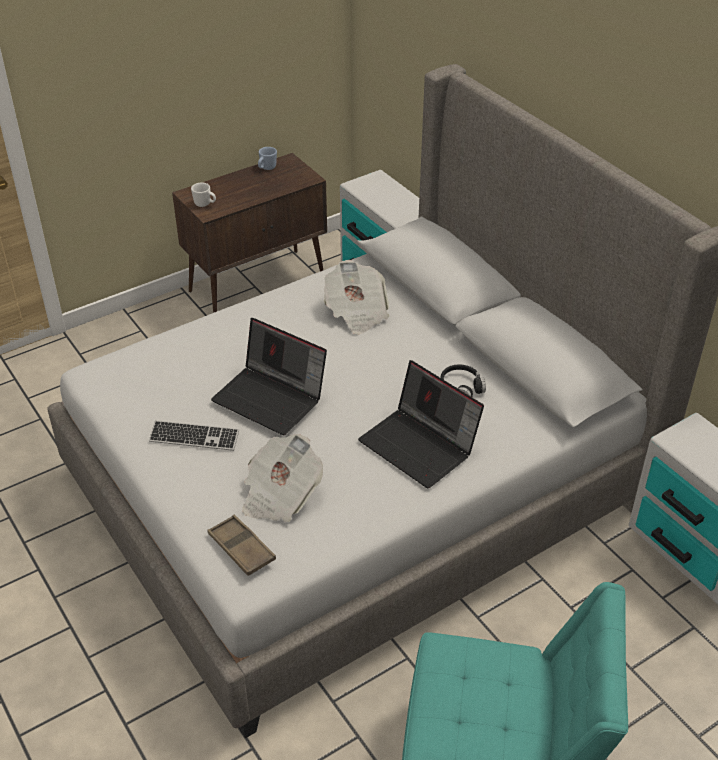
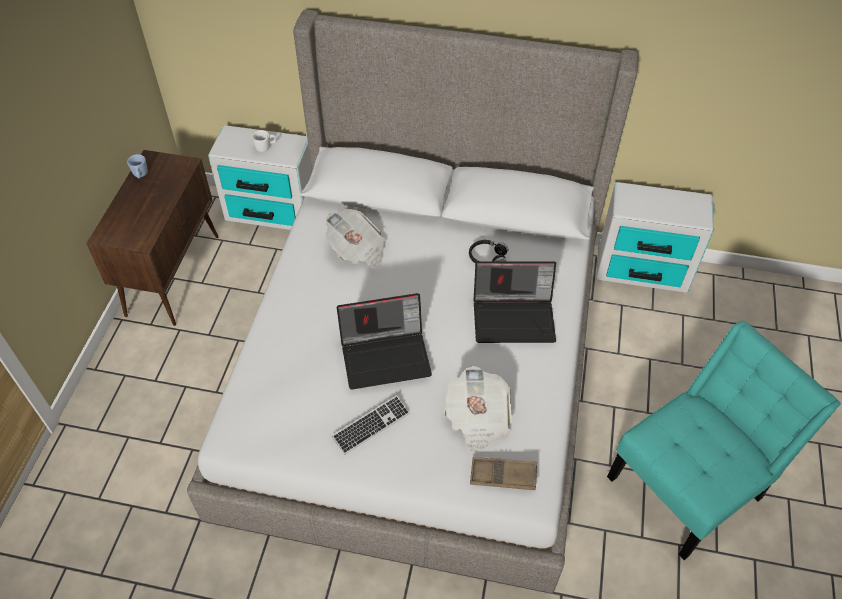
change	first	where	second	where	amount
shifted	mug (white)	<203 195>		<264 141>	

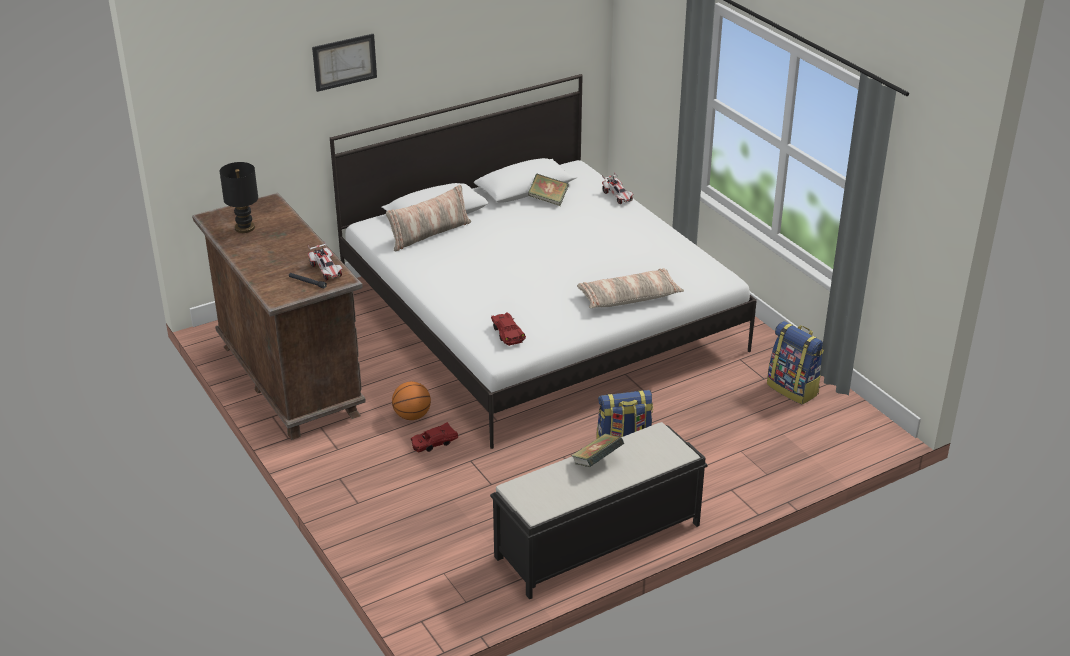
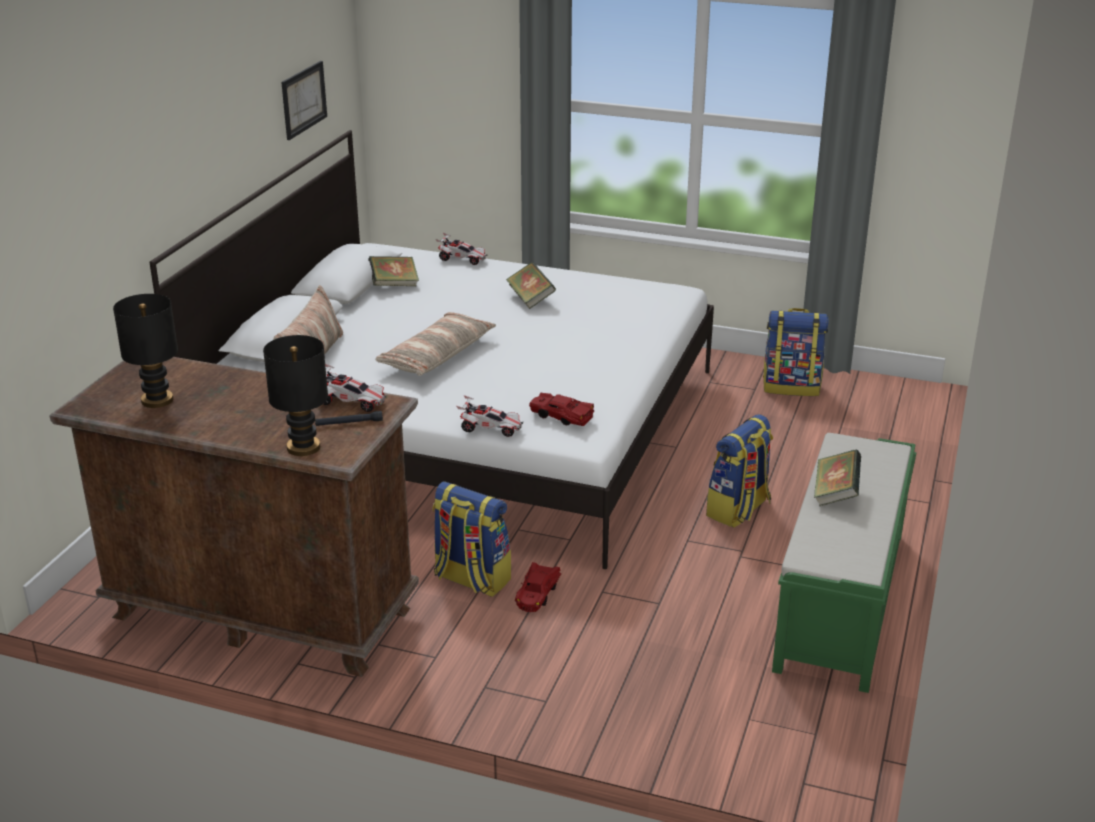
change	first	where	second	where	amount
new			table lamp (black)	<295 395>	
new			toy car	<490 416>	
new			book	<531 285>	
shifted	picture	<344 63>		<304 100>	
shifted	pillow	<630 288>		<436 344>	
swapped	basketball	<411 401>	backpack	<472 539>	
repainted	bench (black)	<598 510>	bench (green)	<844 563>	

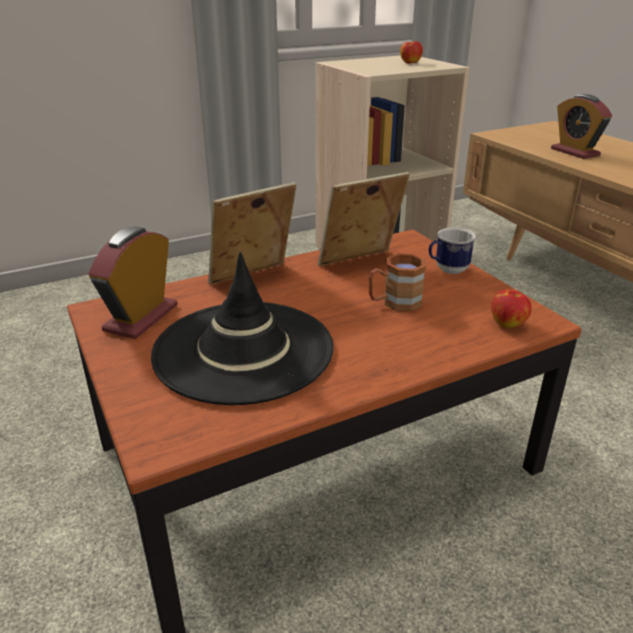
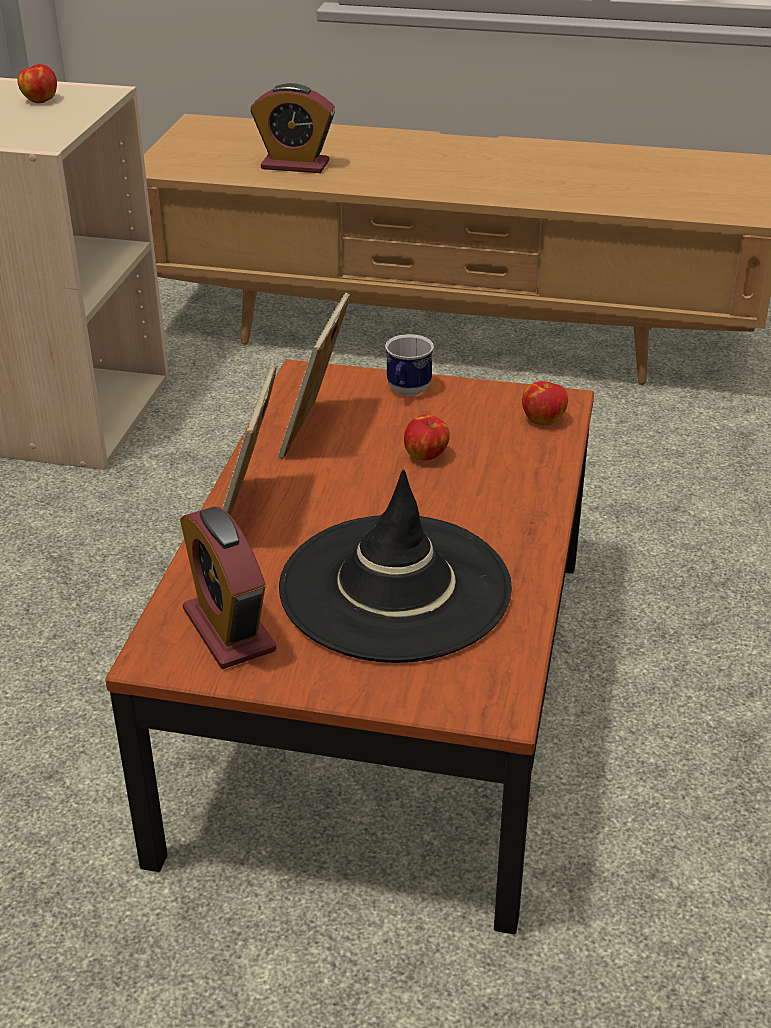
change	first	where	second	where	amount
swapped	mug (brown)	<397 282>	apple	<427 437>	

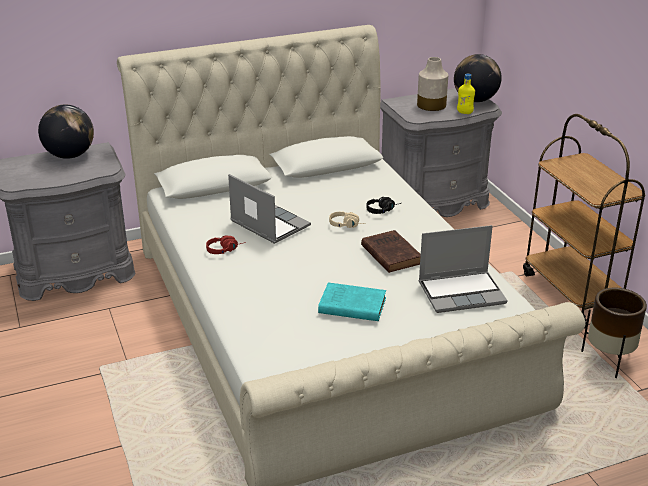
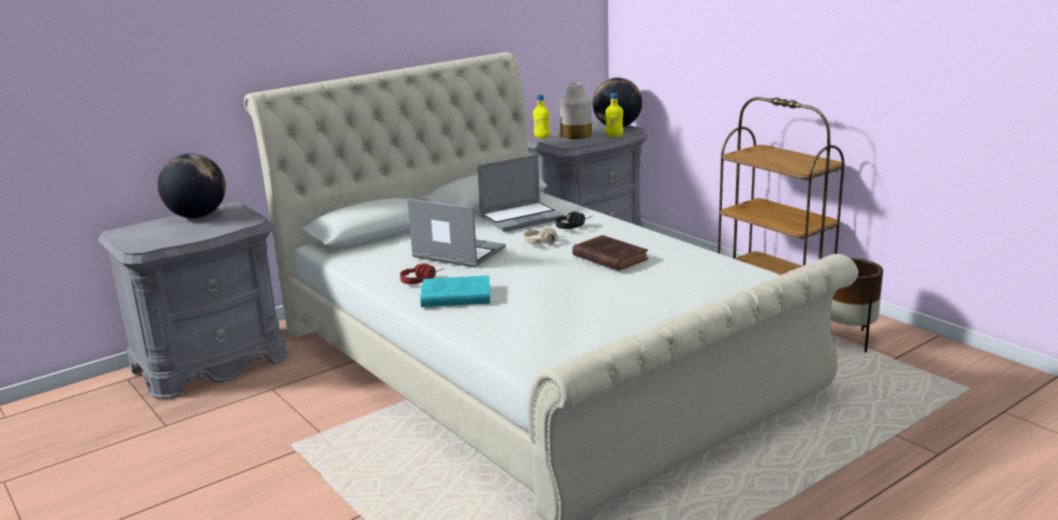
change	first	where	second	where	amount
new			bottle (yellow)	<541 116>	
shifted	book (turquoise)	<352 301>		<455 291>	
shifted	laptop	<463 269>		<520 193>	

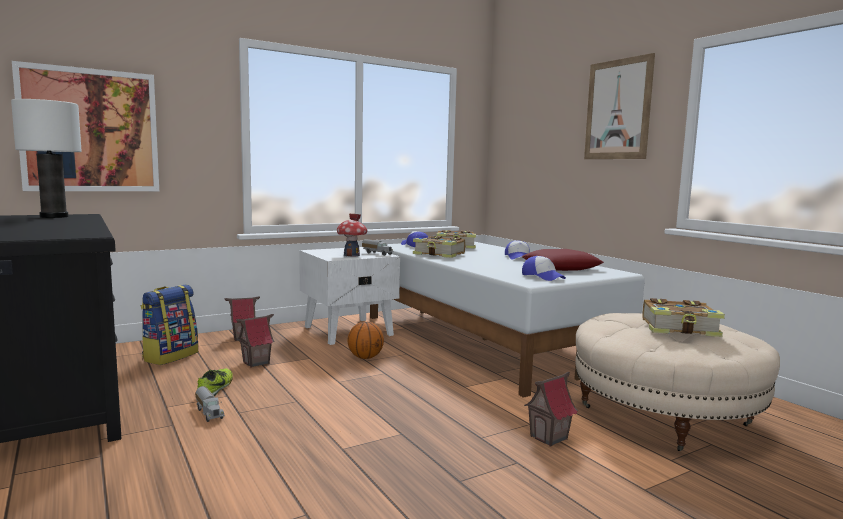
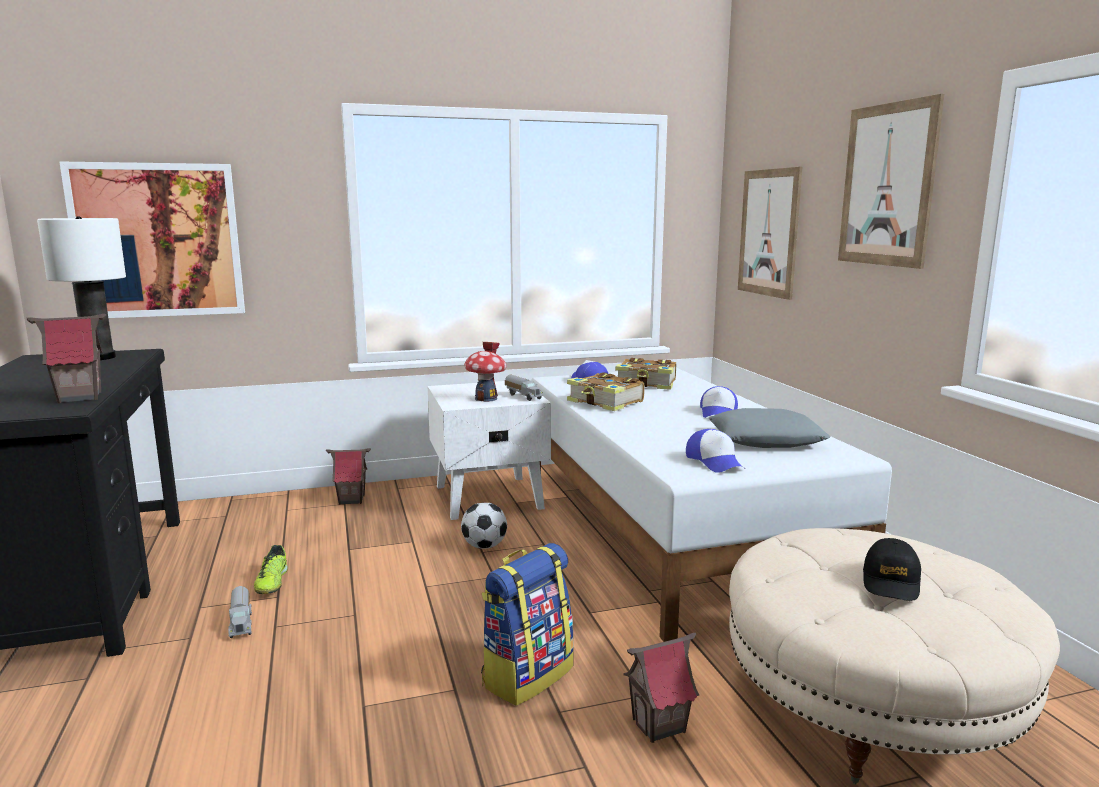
change	first	where	second	where	amount
new			picture	<770 233>	
shifted	backpack	<169 324>		<527 624>	
shifted	toy house	<255 340>		<67 358>	
swapped	basketball	<366 340>	football	<484 526>	
swapped	book	<683 317>	cap (black)	<892 569>	
repainted	pillow (red)	<562 260>	pillow (grey)	<769 428>	
rotated	shoe	<215 382>		<271 569>	150 degrees clockwise

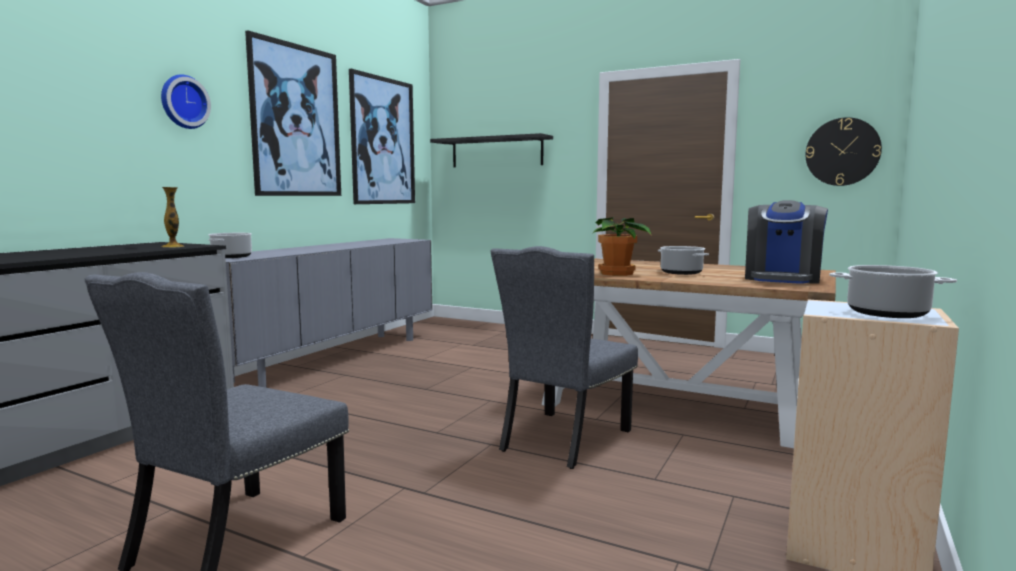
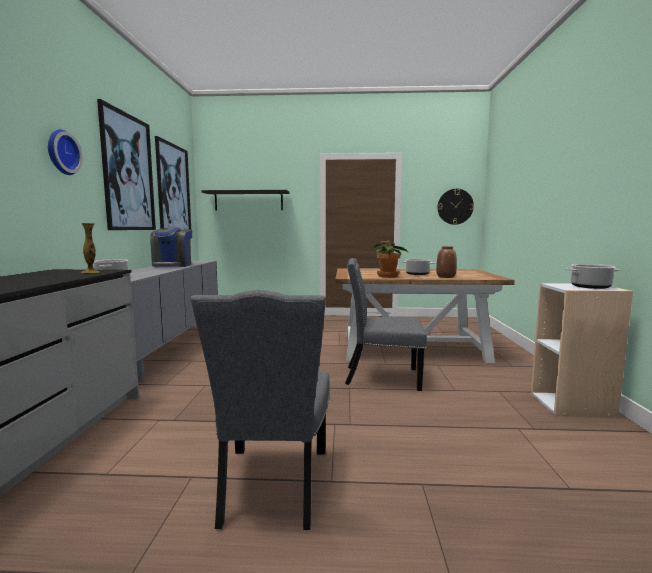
change	first	where	second	where	amount
new			vase (brown)	<446 262>	
shifted	coffee machine	<786 242>		<171 247>	
rotated	chair (grey)	<564 357>		<386 324>	90 degrees clockwise

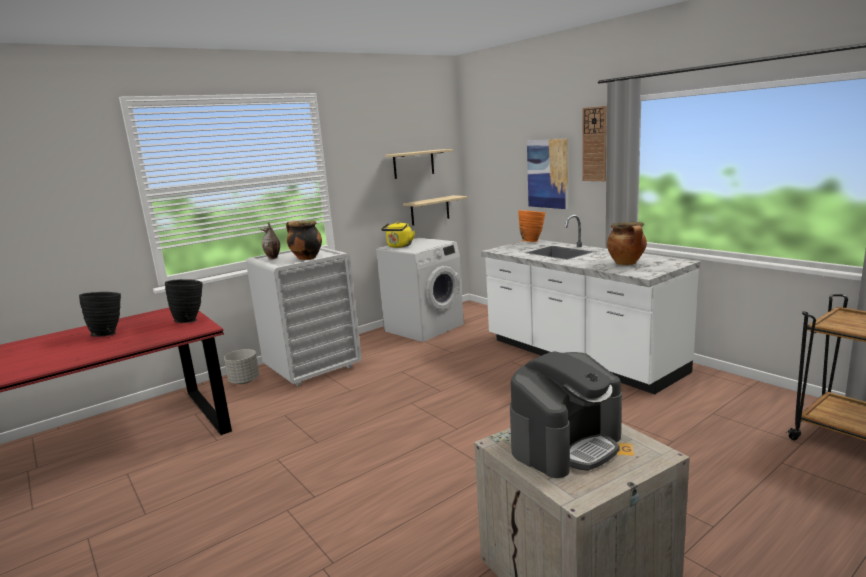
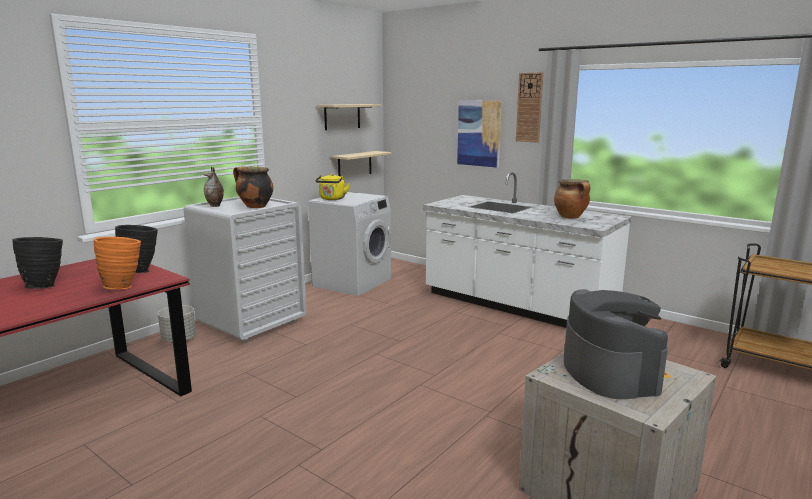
change	first	where	second	where	amount
shifted	vase (orange)	<532 226>		<117 263>	
rotated	coffee machine	<566 414>		<616 344>	45 degrees counterclockwise

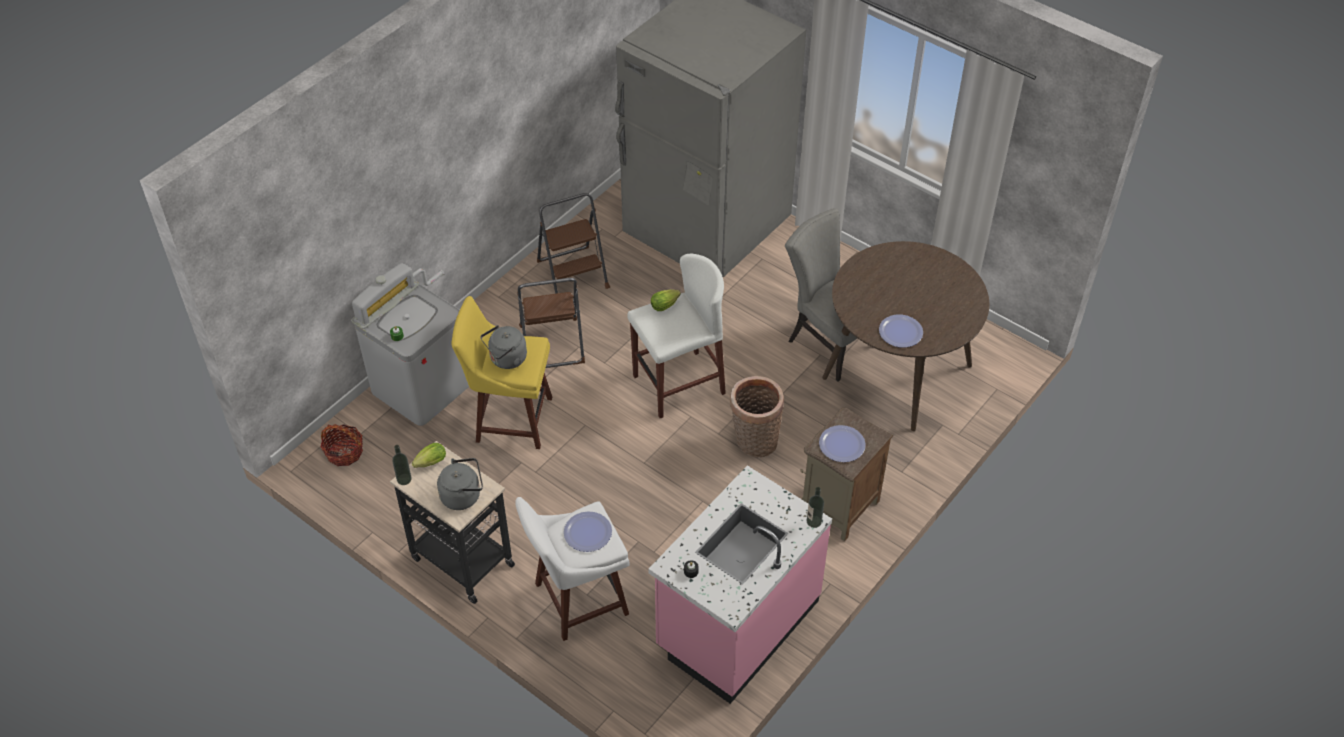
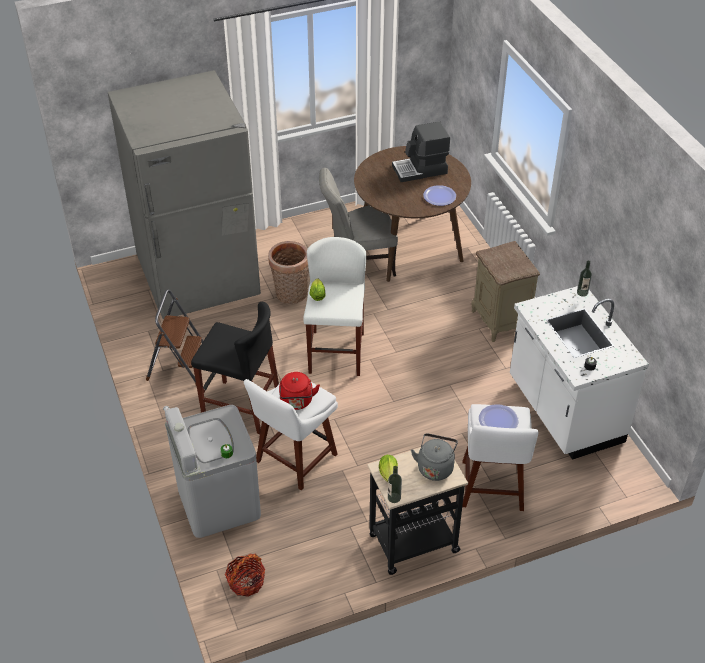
change	first	where	second	where	amount
gone	plate	<842 443>			
new			coffee machine	<421 151>	
shifted	basket	<757 416>		<288 272>	
swapped	step ladder (brown)	<551 323>	stool (black)	<235 368>	
repainted	stool (yellow)	<501 372>	stool (white)	<291 435>	
repainted	kettle (grey)	<504 347>	kettle (red)	<299 391>	
repainted	counter (pink)	<740 585>	counter (white)	<579 373>	

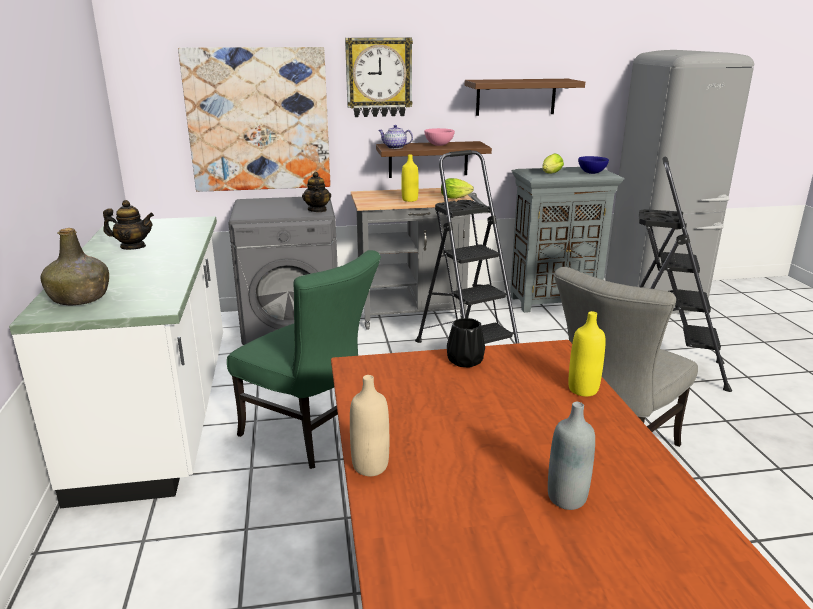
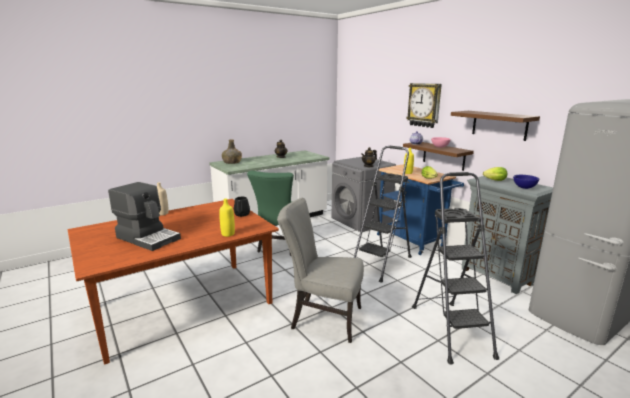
change	first	where	second	where	amount
gone	picture	<254 119>			
swapped	bottle (grey)	<571 456>	coffee machine	<144 216>	
repainted	cart (grey)	<421 259>	cart (blue)	<420 209>	

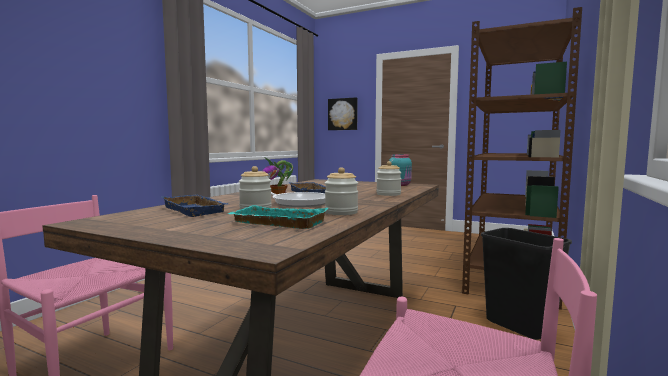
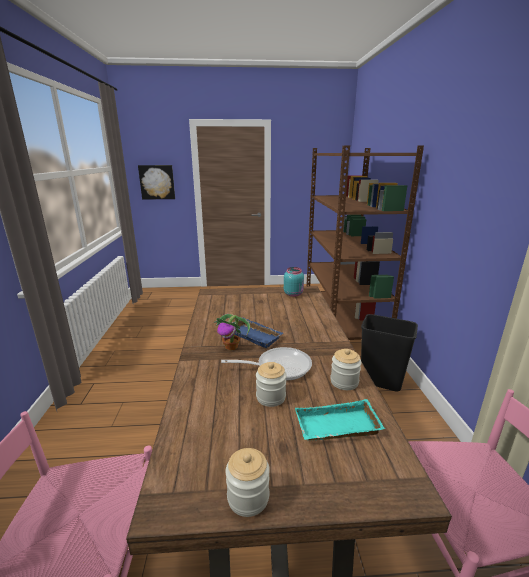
change	first	where	second	where	amount
gone	tray (blue)	<194 205>			
shifted	jar	<389 178>		<248 482>	

